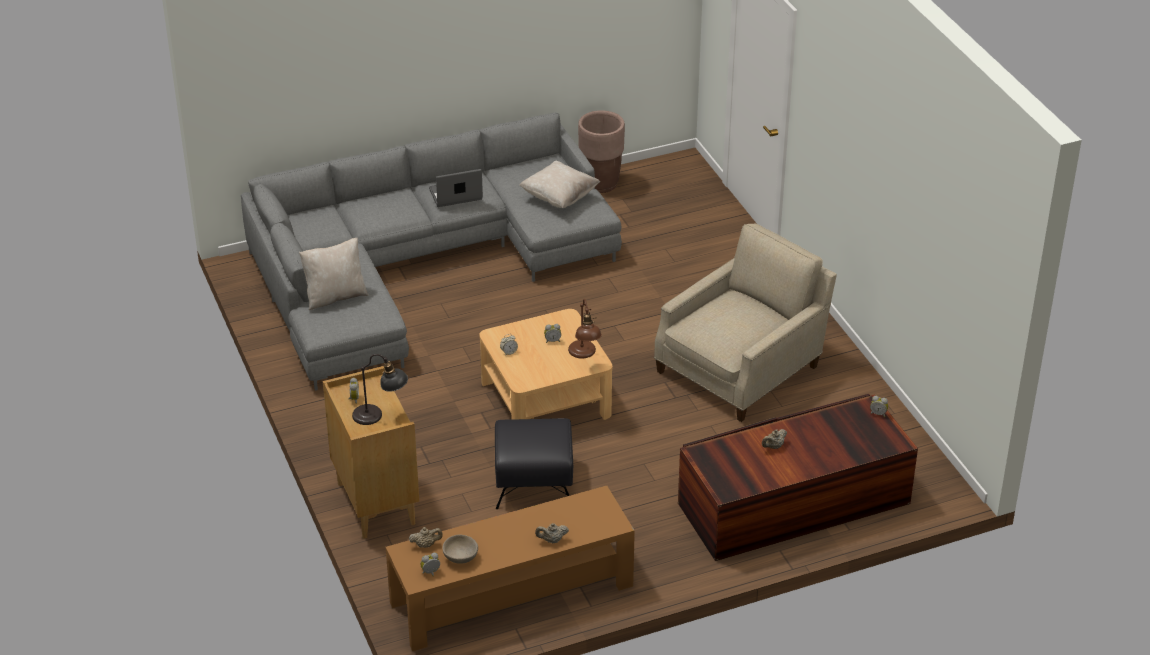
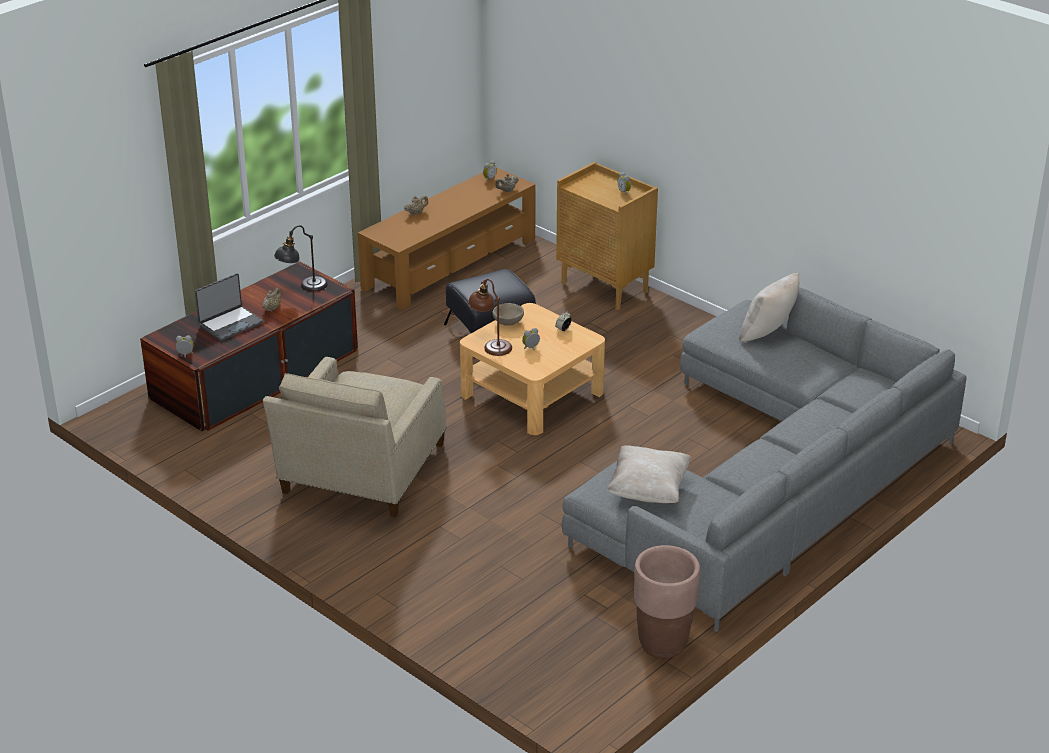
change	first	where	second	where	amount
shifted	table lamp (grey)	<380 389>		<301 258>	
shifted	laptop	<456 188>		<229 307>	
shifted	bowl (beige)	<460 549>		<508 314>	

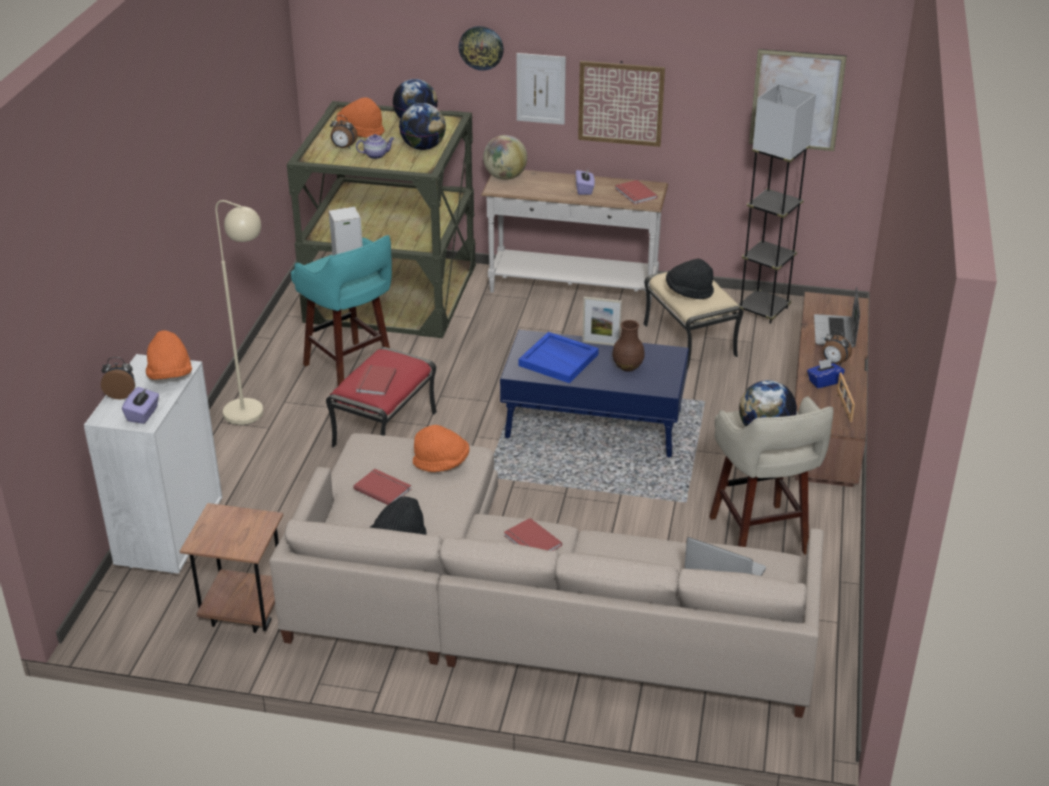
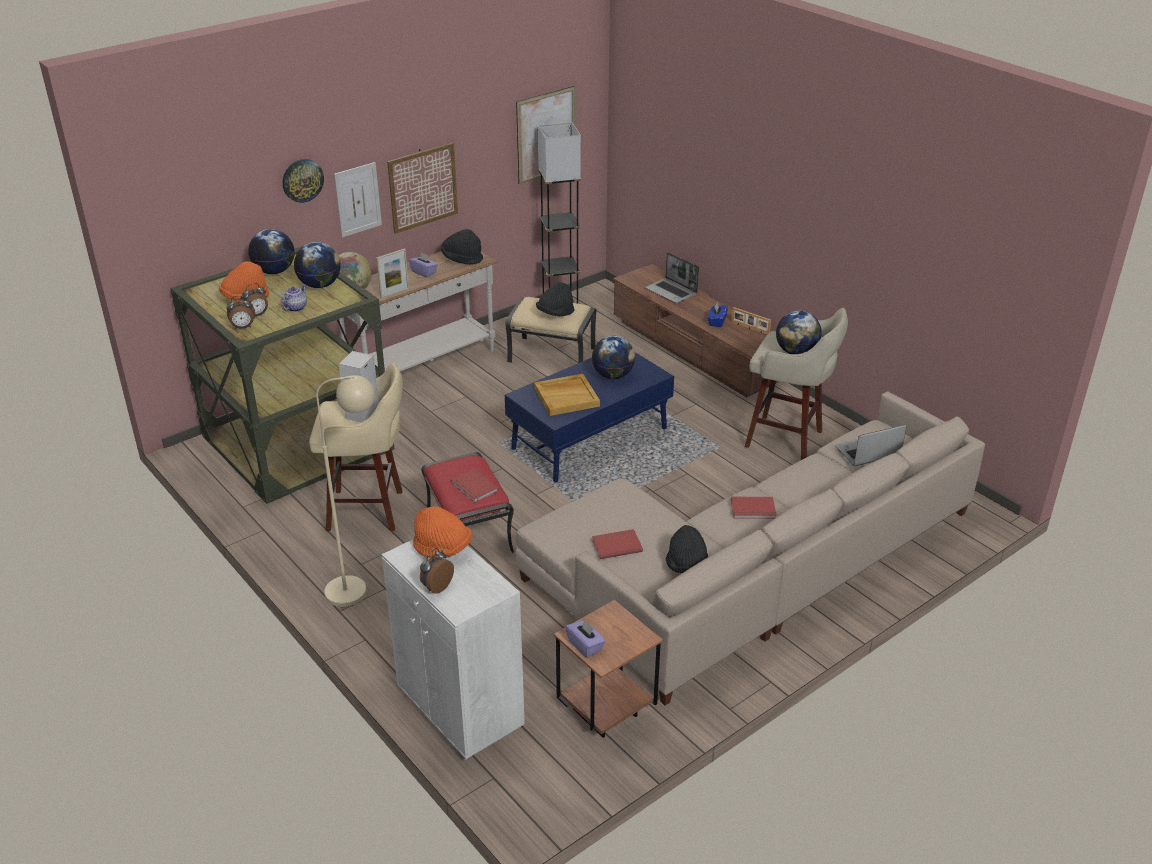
change	first	where	second	where	amount
gone	hat (orange)	<441 448>			
shifted	tissue box (purple)	<140 405>		<586 638>	
shifted	picture frame	<602 321>		<392 273>	
shifted	alarm clock	<837 348>		<240 312>	
swapped	vase (brown)	<628 346>	globe	<613 357>	
swapped	book (red)	<636 192>	hat (black)	<462 247>	
repainted	stool (turquoise)	<341 310>	stool (beige)	<356 446>	
repainted	tray (blue)	<558 357>	tray (beige)	<567 395>	

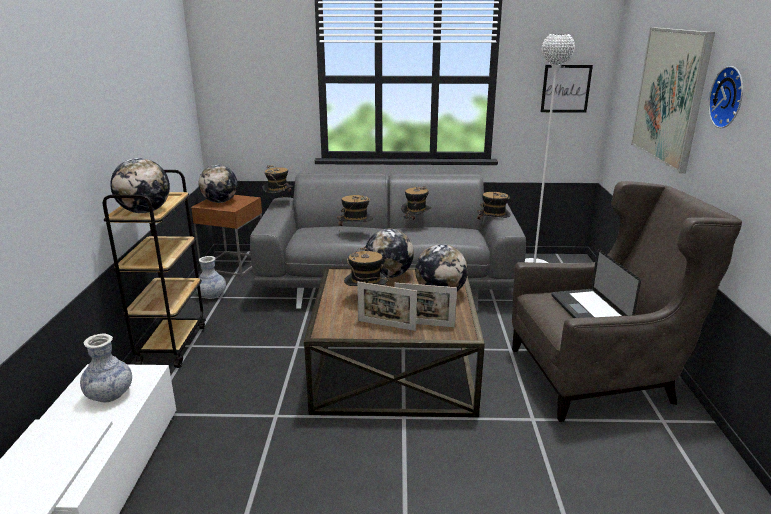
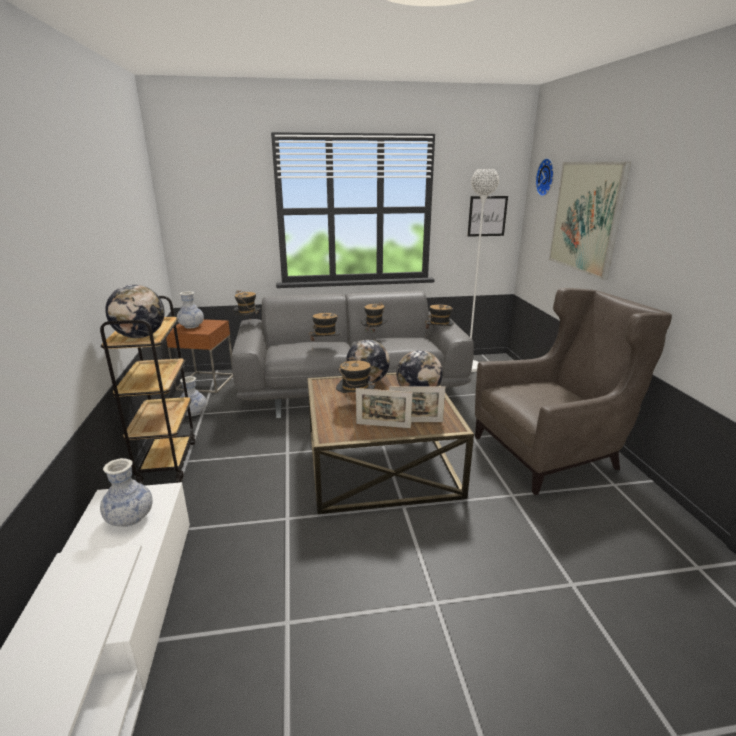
change	first	where	second	where	amount
gone	laptop	<596 283>			
shifted	wall clock	<725 97>		<544 177>	
swapped	globe	<218 184>	vase	<190 310>	

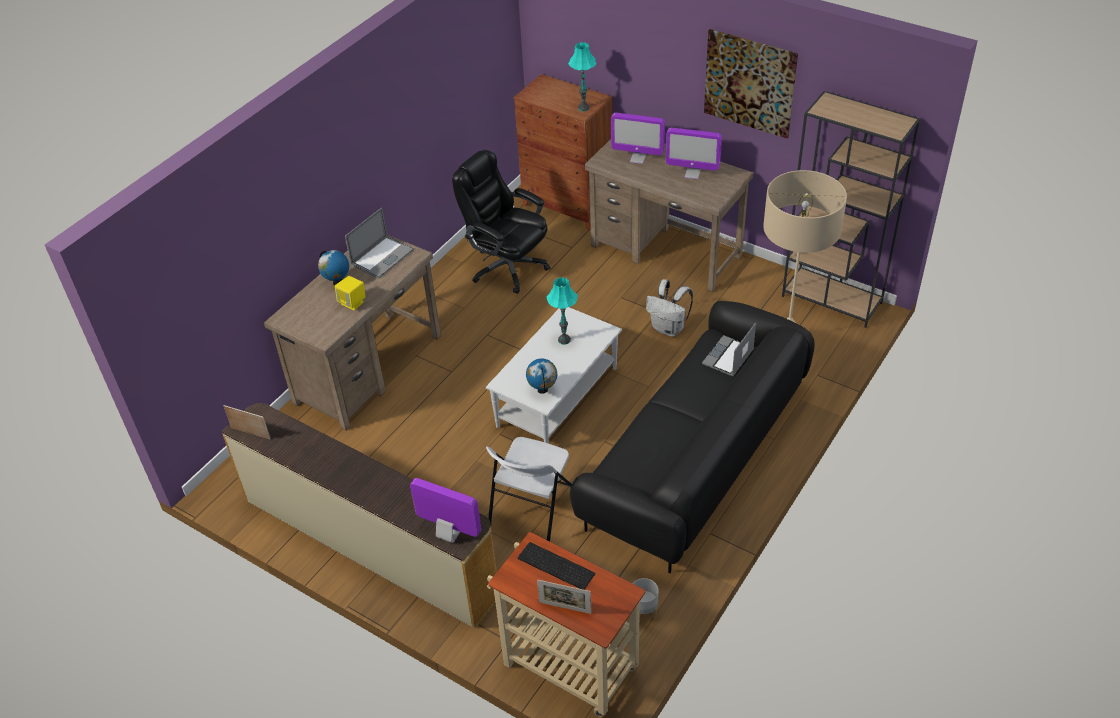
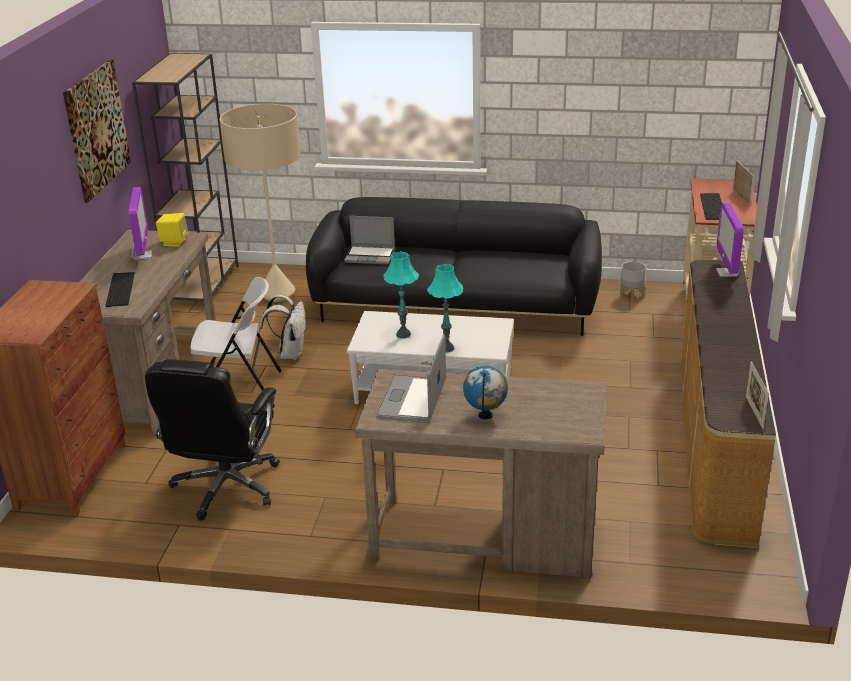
change	first	where	second	where	amount
gone	globe	<541 376>			
shifted	speaker (yellow)	<350 293>		<172 230>	
shifted	chair (white)	<529 489>		<236 342>	
shifted	table lamp (turquoise)	<582 76>		<445 308>	
swapped	monitor	<638 138>	keyboard	<120 289>	
rotated	laptop	<379 243>		<411 379>	90 degrees counterclockwise

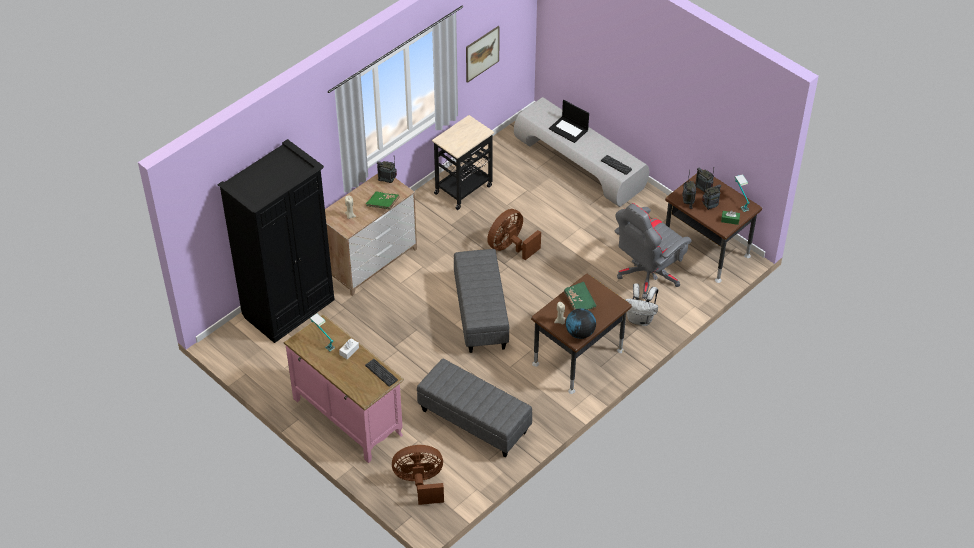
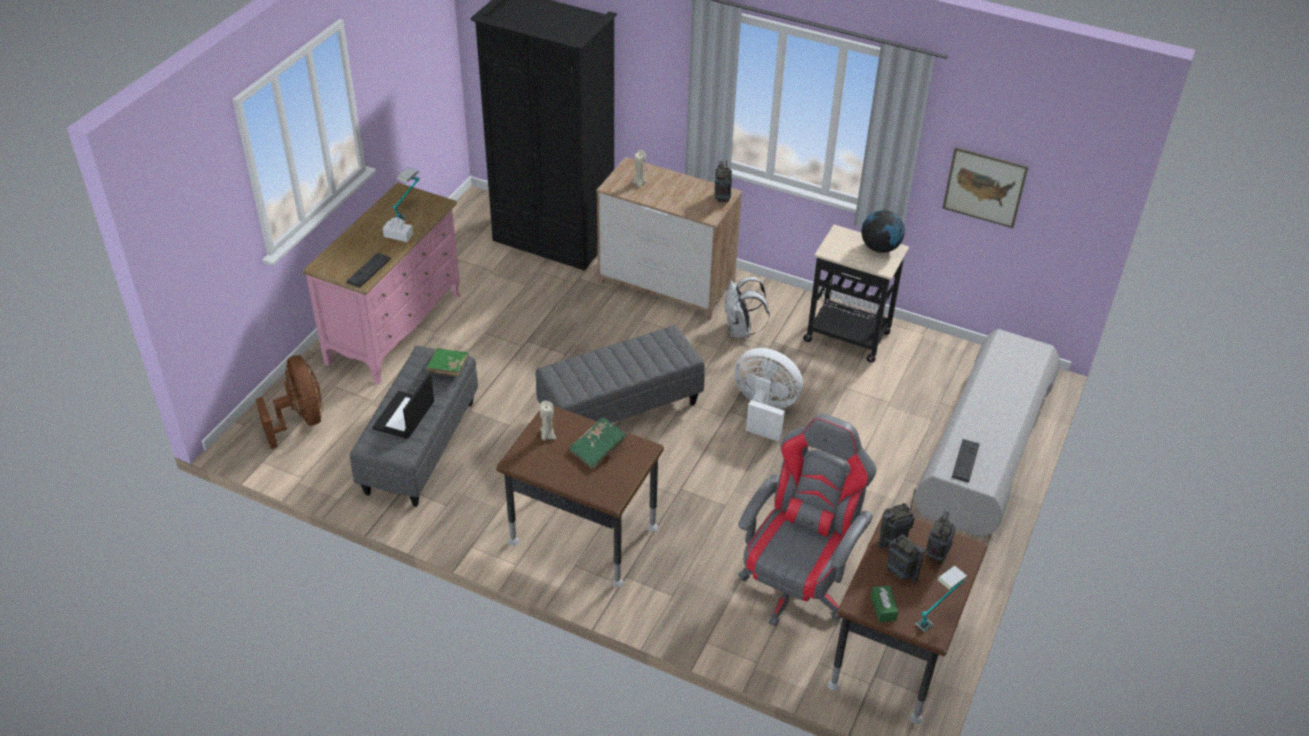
change	first	where	second	where	amount
shifted	book (green)	<383 200>		<447 362>	
shifted	laptop	<569 121>		<403 406>	
shifted	globe	<581 323>		<883 231>	
shifted	backpack (white)	<641 304>		<747 307>	
repainted	fan (brown)	<514 234>	fan (white)	<768 395>	
rotated	office chair (grey)	<653 251>		<807 520>	90 degrees clockwise

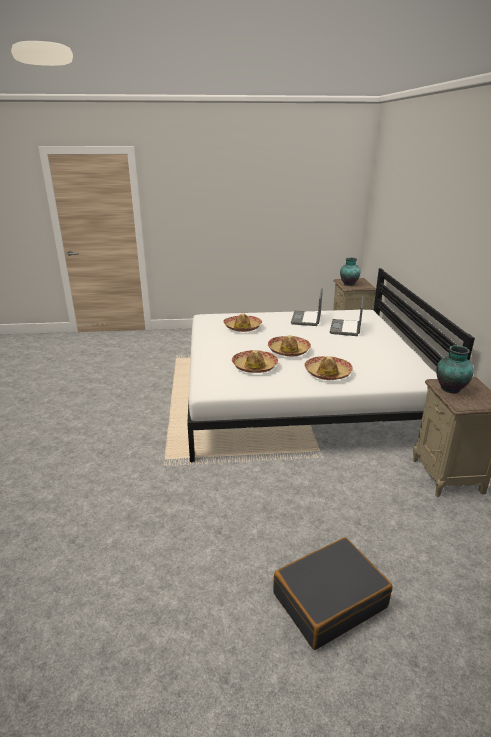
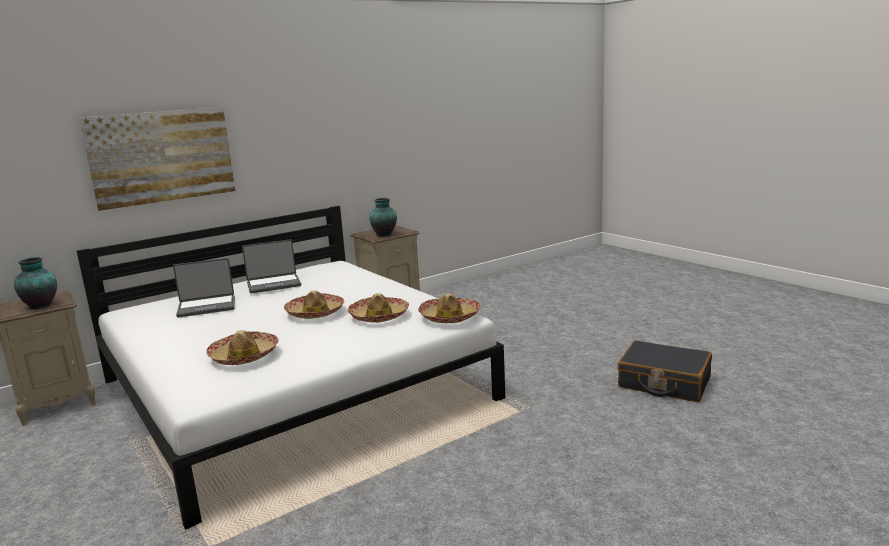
change	first	where	second	where	amount
new			picture	<157 159>	
shifted	suitcase (black)	<333 593>		<665 371>	
shifted	laptop	<307 307>		<271 266>	
shifted	hat	<328 368>		<449 308>	

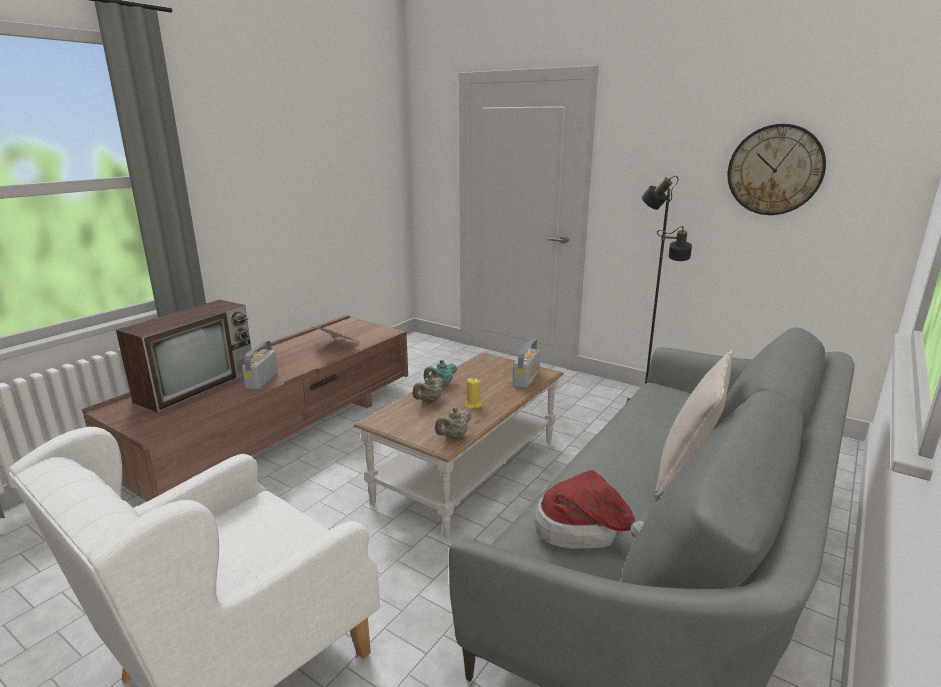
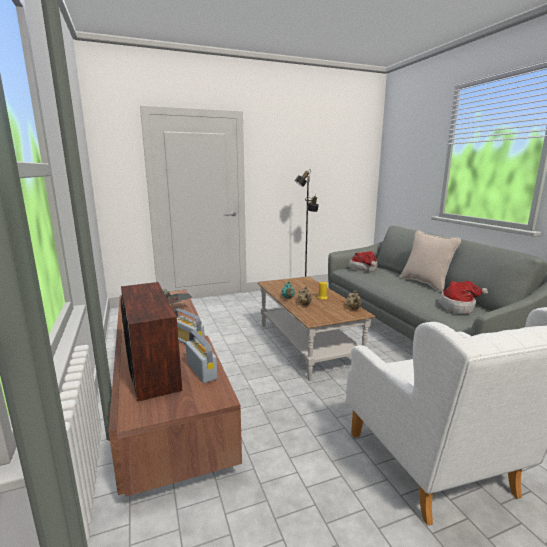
change	first	where	second	where	amount
gone	wall clock	<777 169>			
new			hat	<363 261>	
shifted	radio	<527 363>		<201 357>	

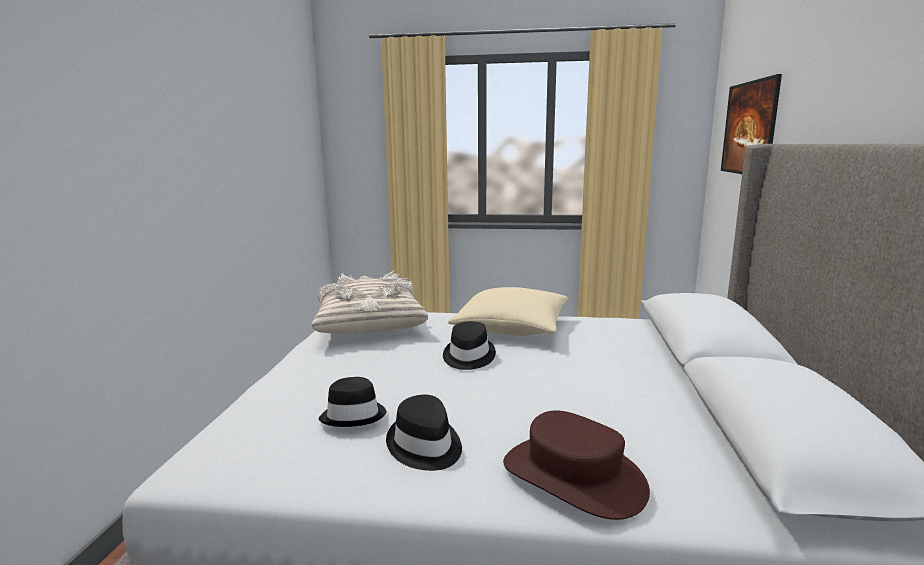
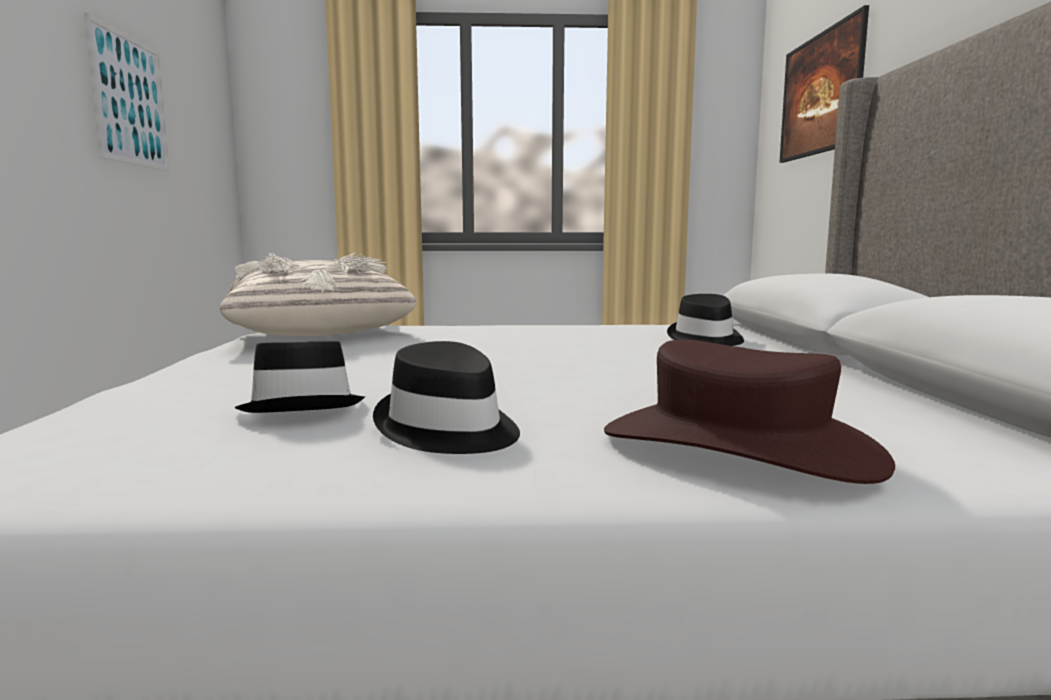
change	first	where	second	where	amount
gone	pillow (beige)	<508 311>			
new			picture	<126 92>	
shifted	hat (black)	<469 345>		<705 320>	

